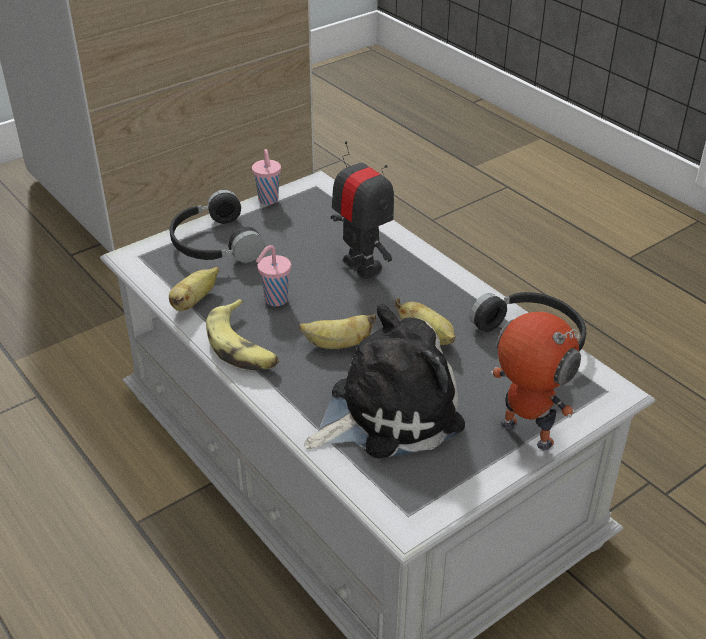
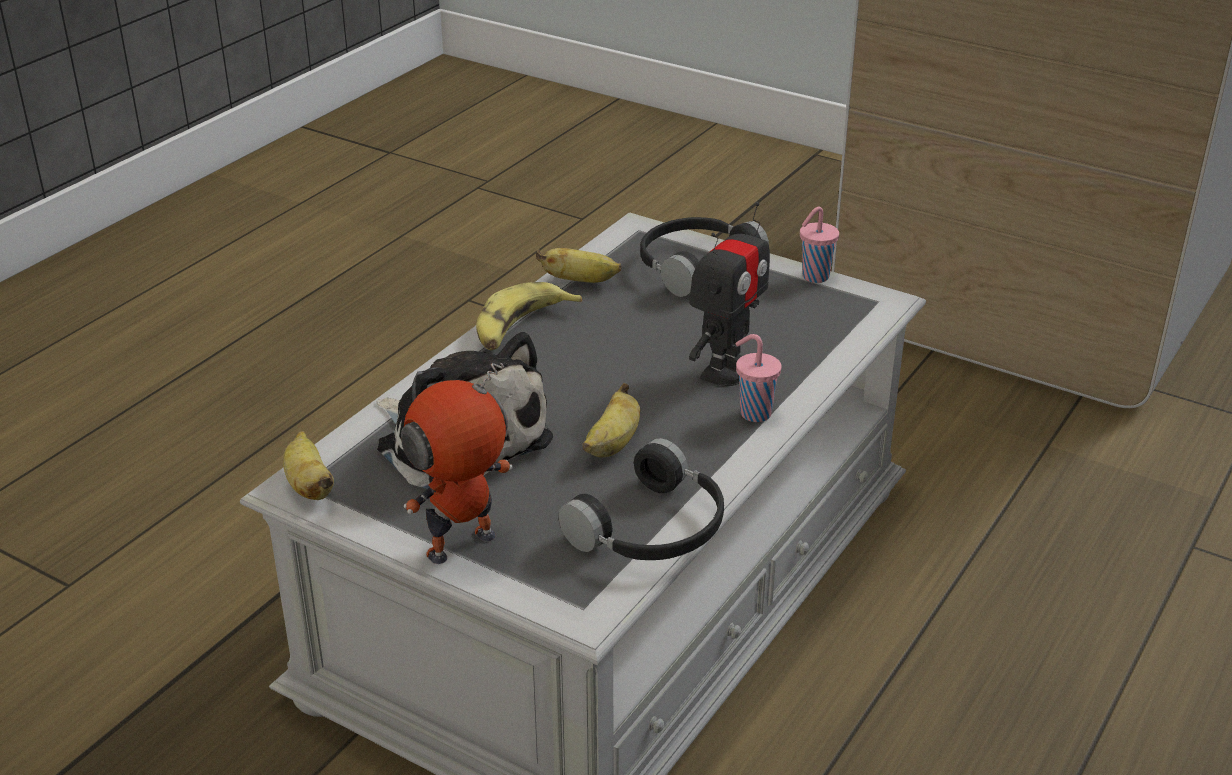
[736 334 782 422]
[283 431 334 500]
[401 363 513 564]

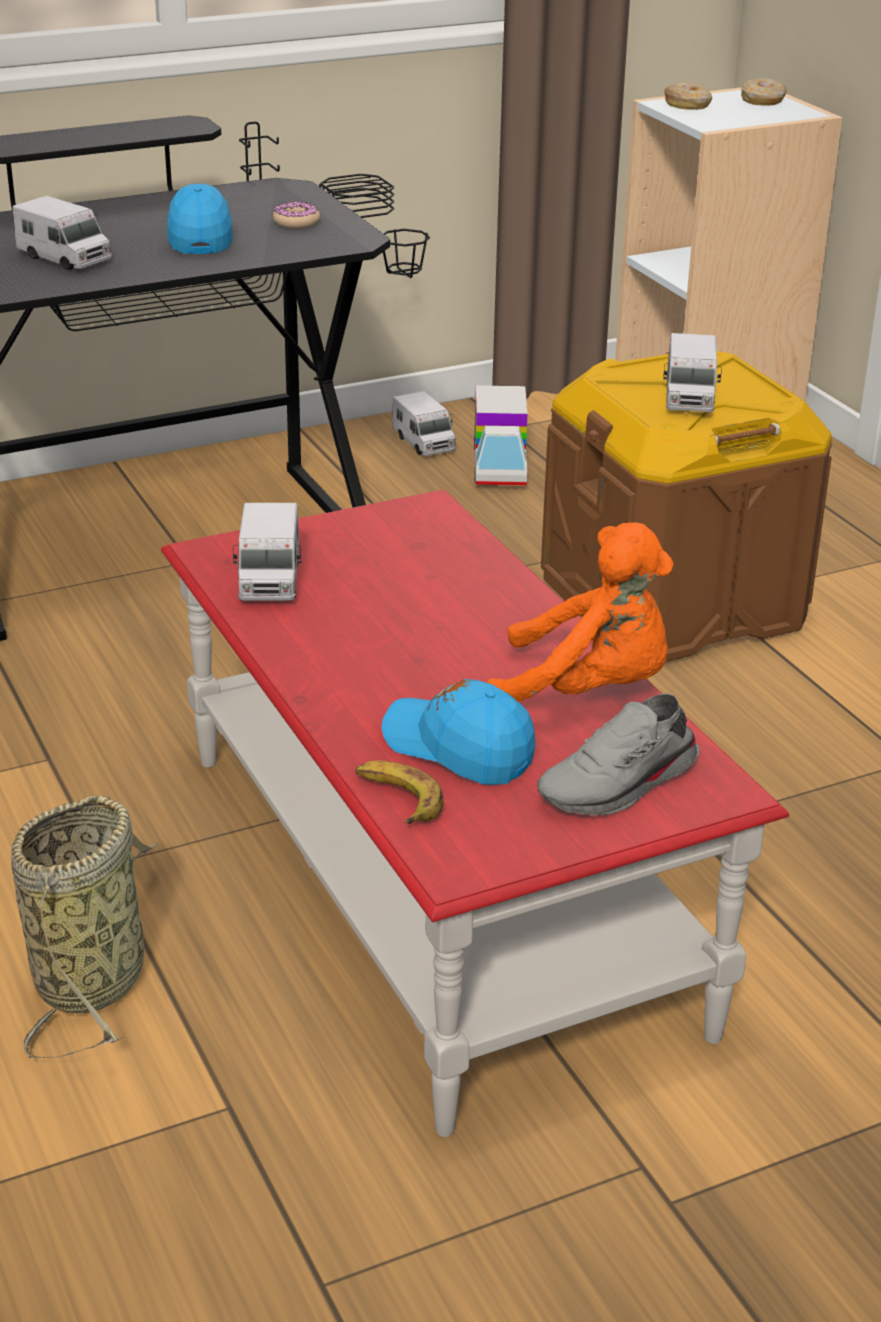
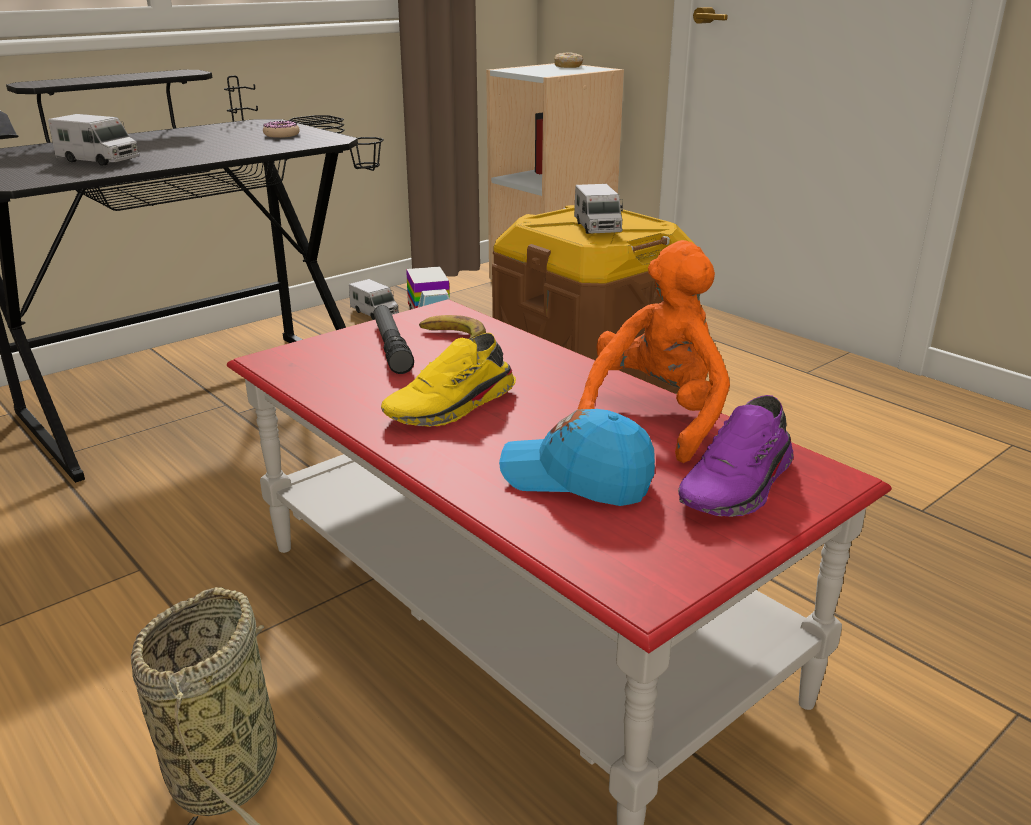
[167 183 233 254] (first image)
[233 503 301 601] (first image)
[419 315 486 339]
[577 240 730 463]
[678 395 793 516]
[664 83 712 110] (first image)
[373 305 414 374]
[381 333 516 427]

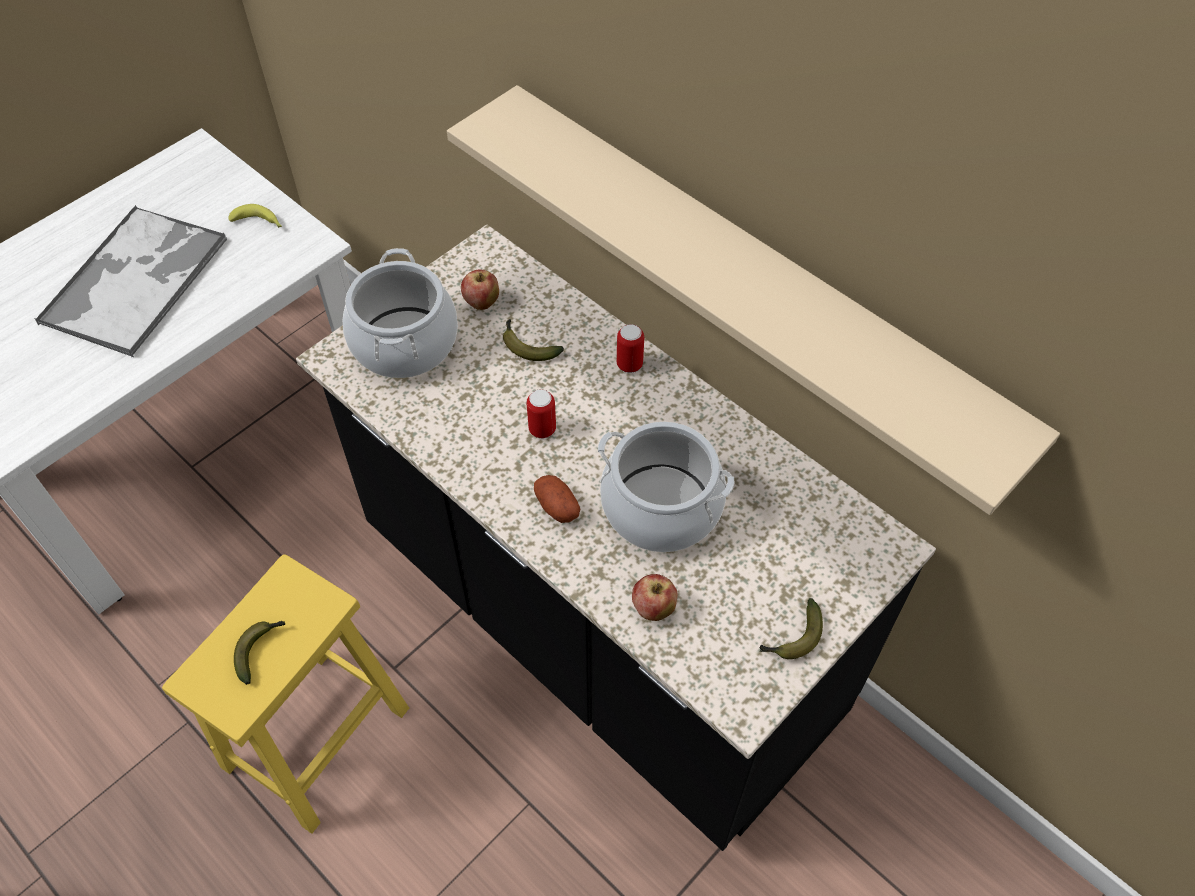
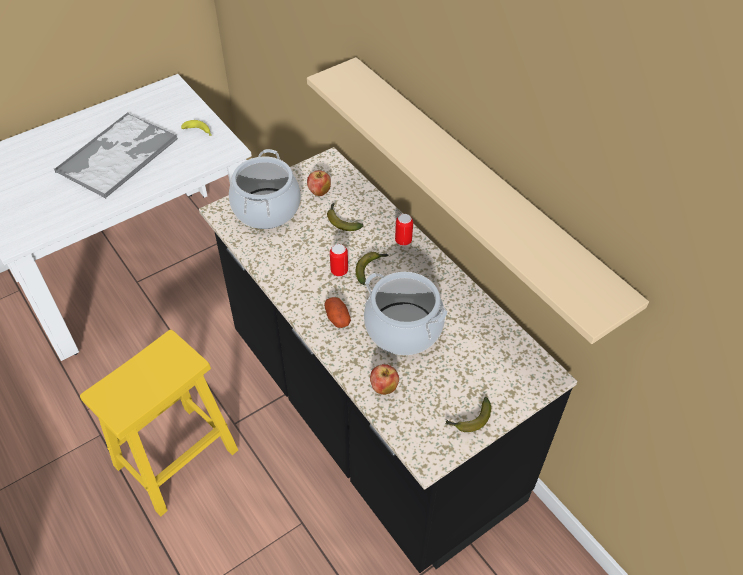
[356 252 389 285]

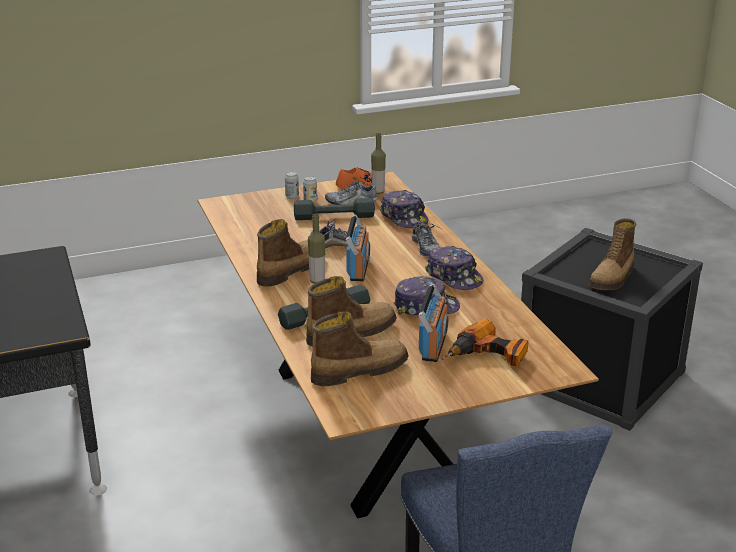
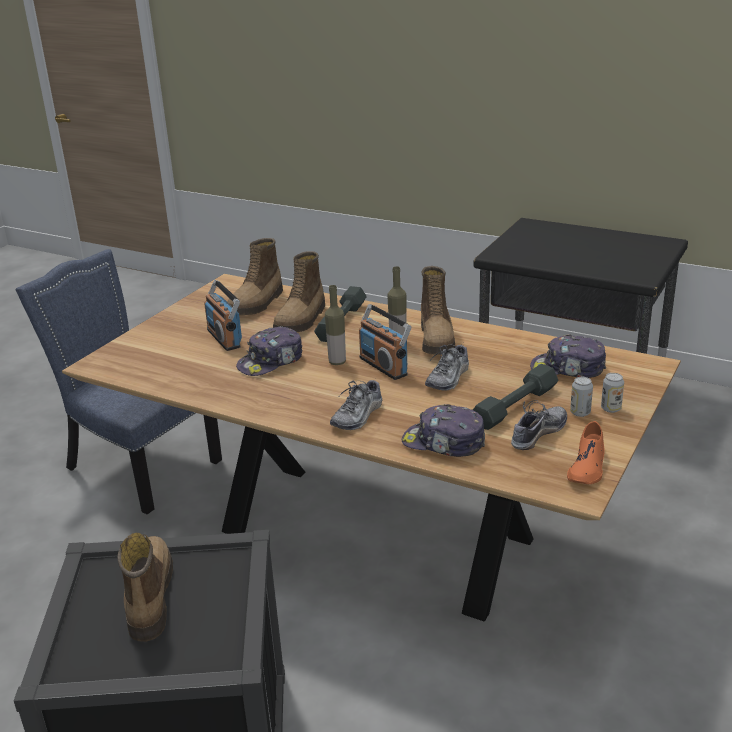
[325 285 346 365]
[330 379 382 430]
[530 334 606 378]
[442 319 528 367] (first image)

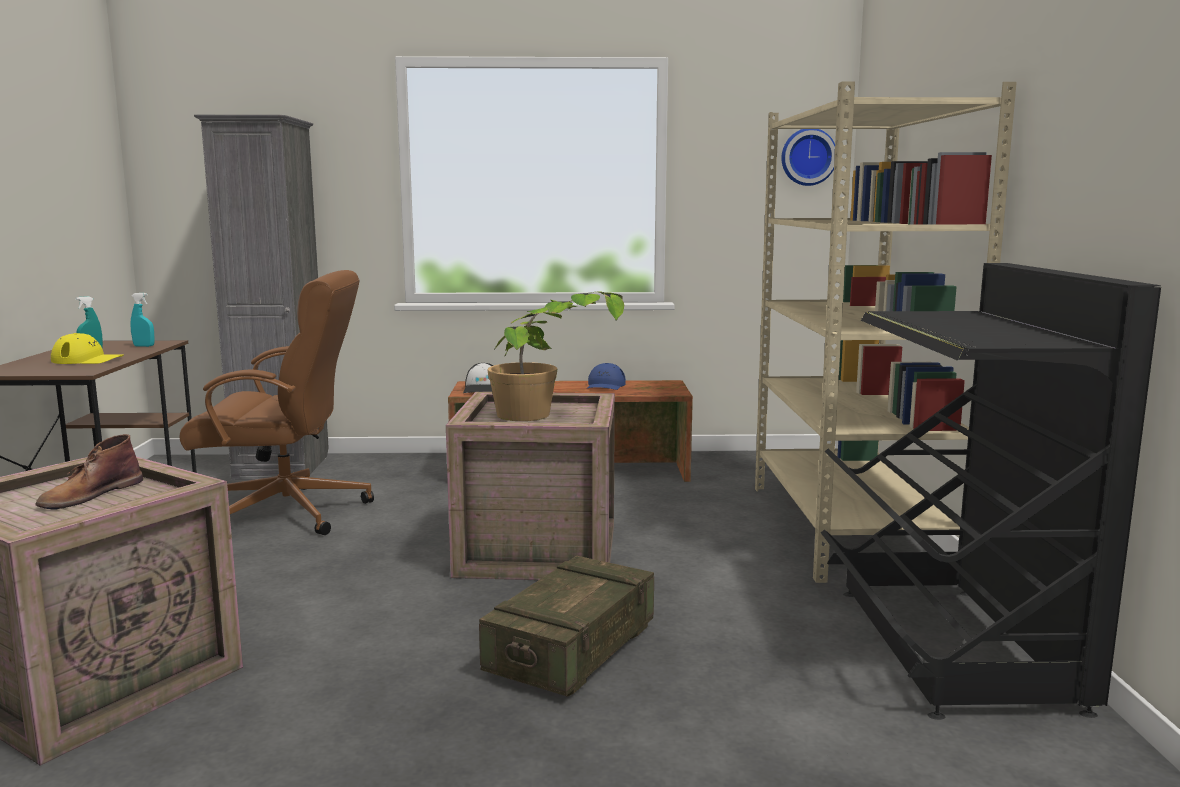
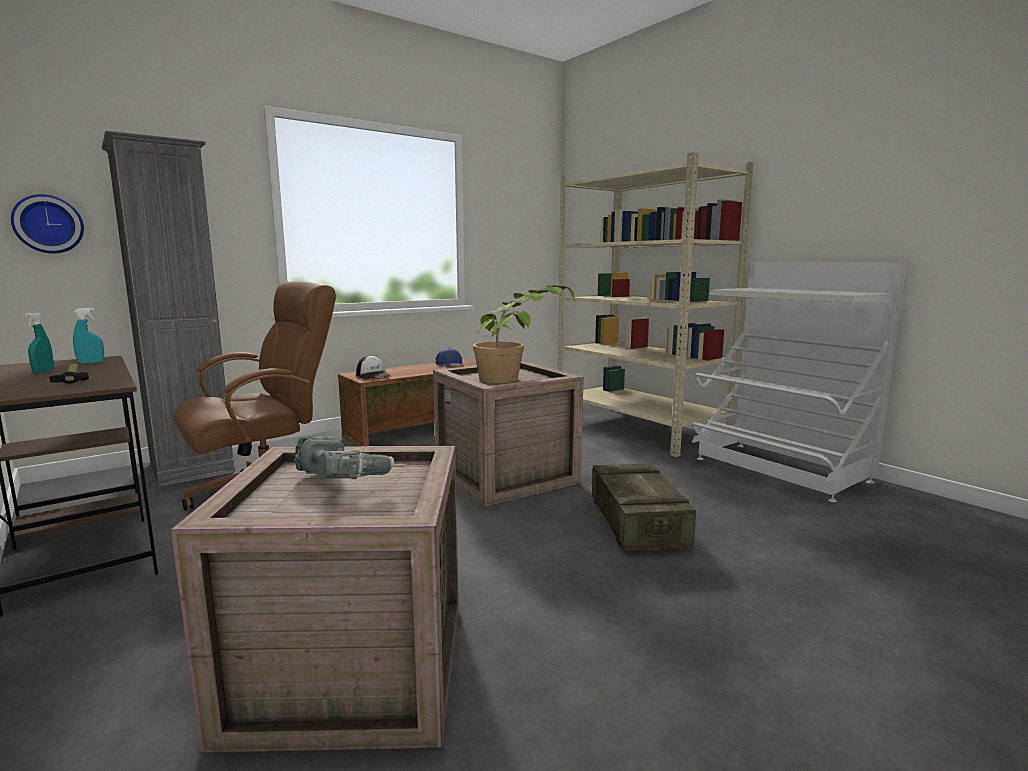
[294 435 407 479]
[49 364 89 384]
[11 194 84 253]
[691 261 907 502]

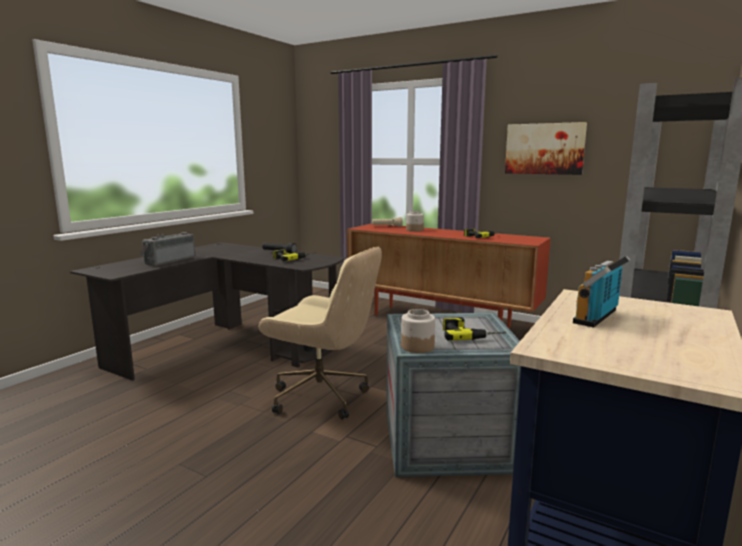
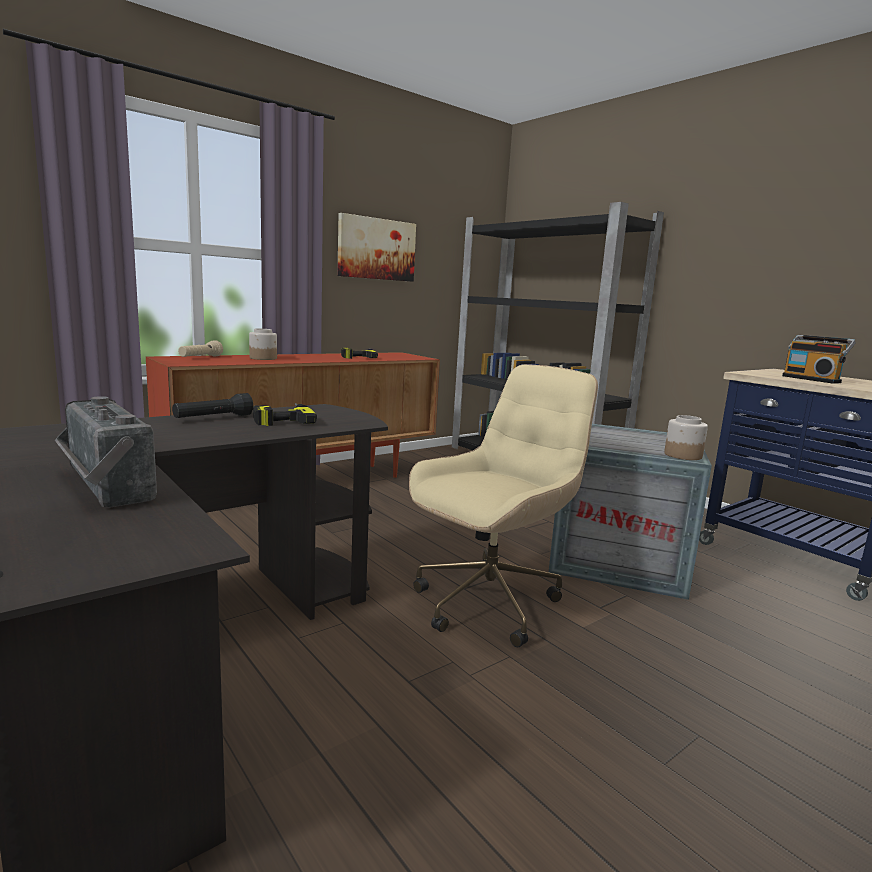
[443 317 506 341] (first image)

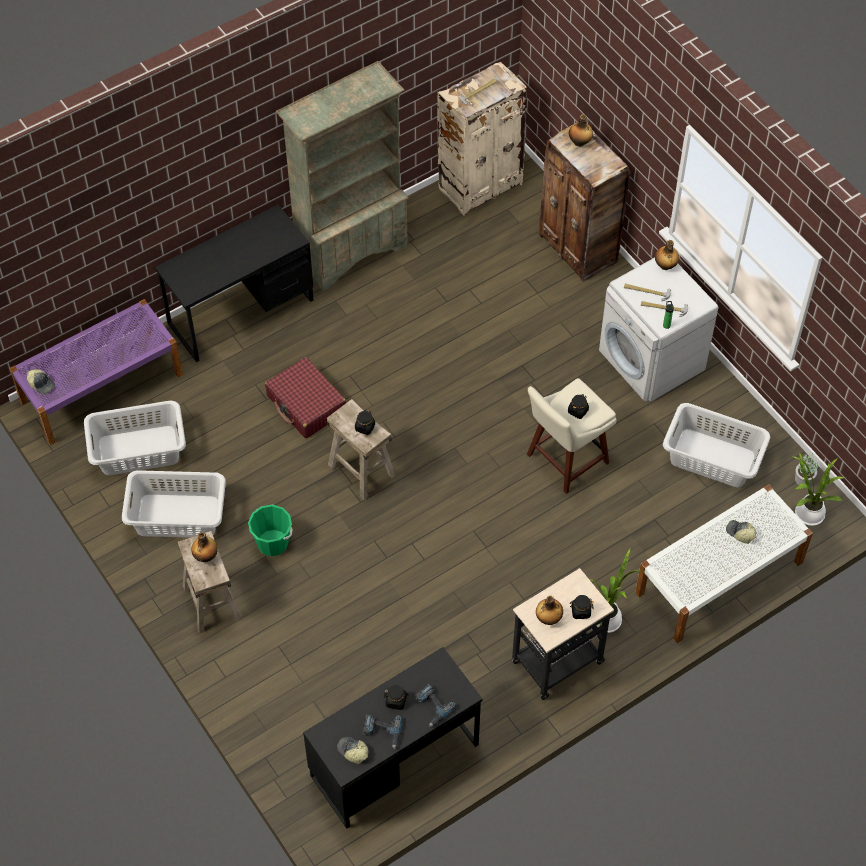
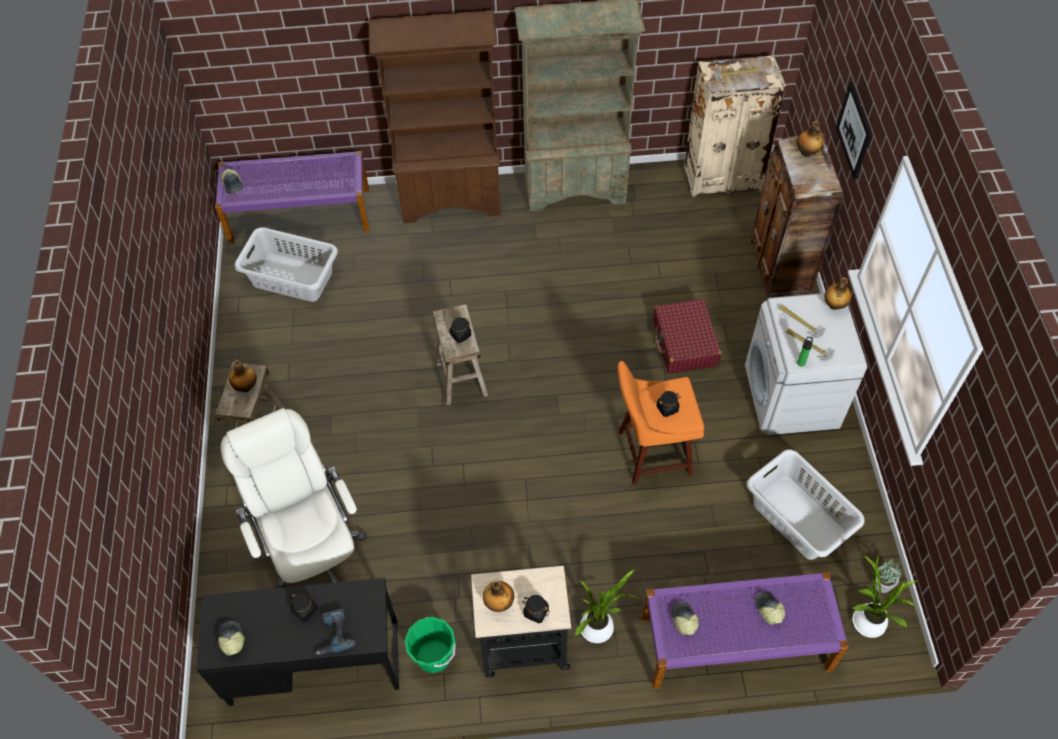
[122 470 226 538] (first image)
[369 10 501 223]
[405 617 456 673]
[653 299 721 373]
[363 715 403 749] (first image)
[618 361 704 485]
[642 572 849 689]
[221 408 367 588]
[671 602 699 635]
[836 82 872 180]

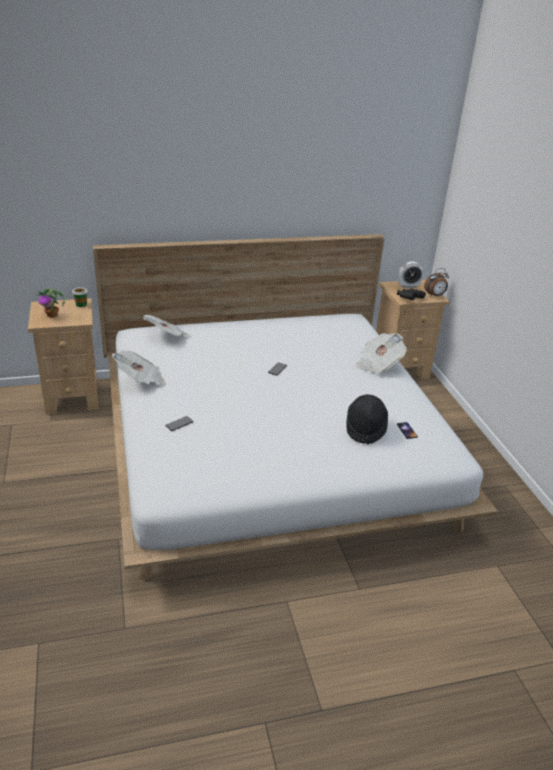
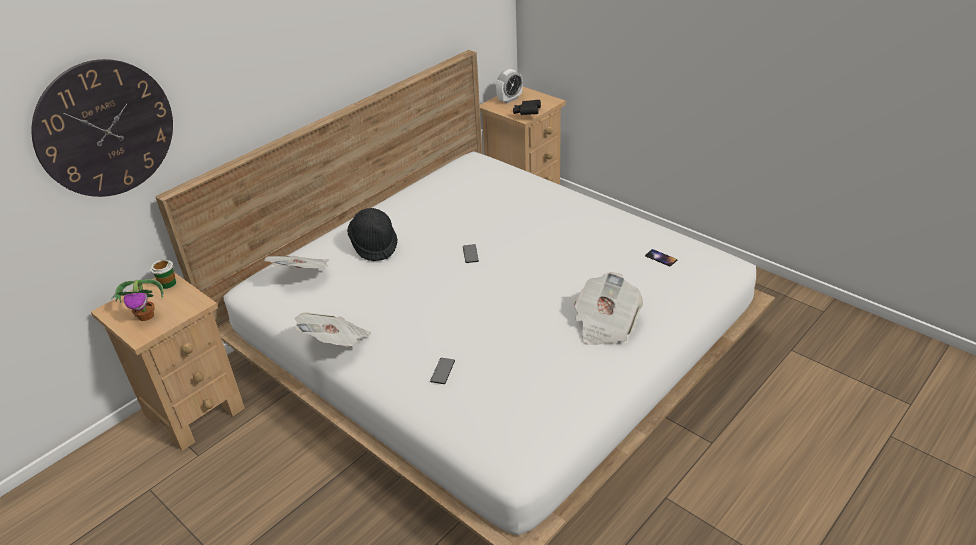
[347 208 398 261]
[574 272 643 345]
[424 268 449 297] (first image)
[32 59 173 197]

